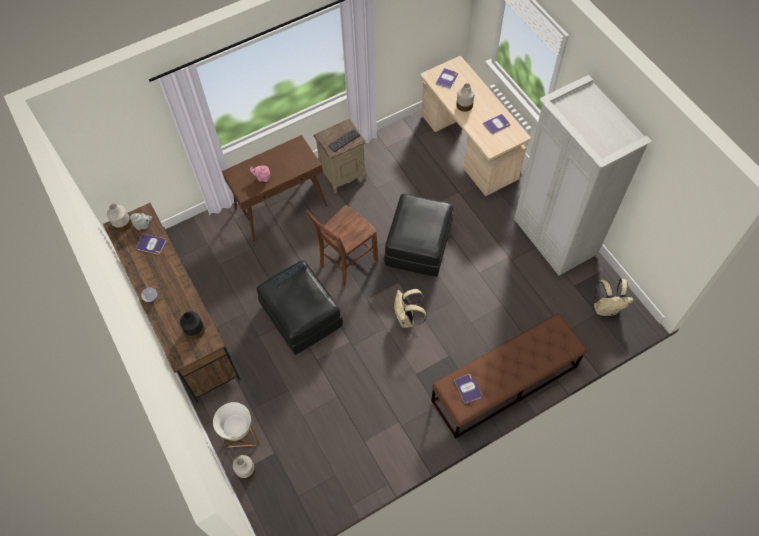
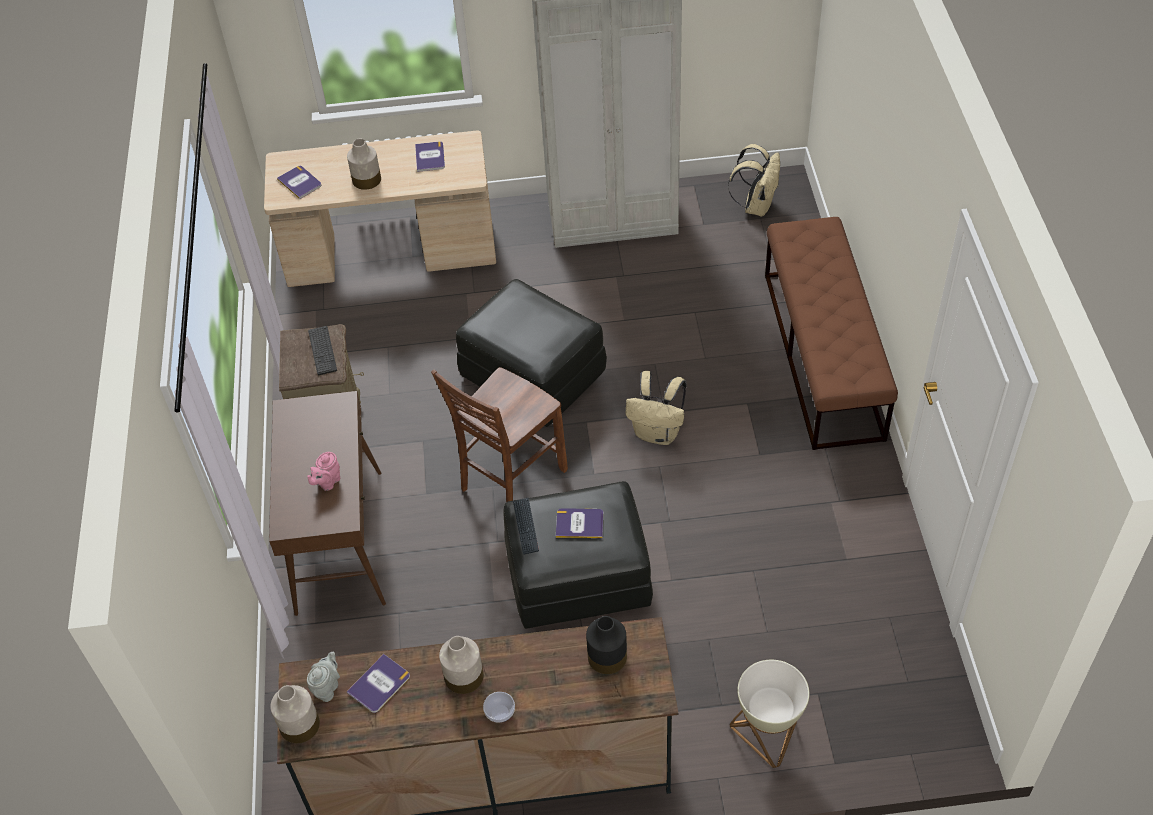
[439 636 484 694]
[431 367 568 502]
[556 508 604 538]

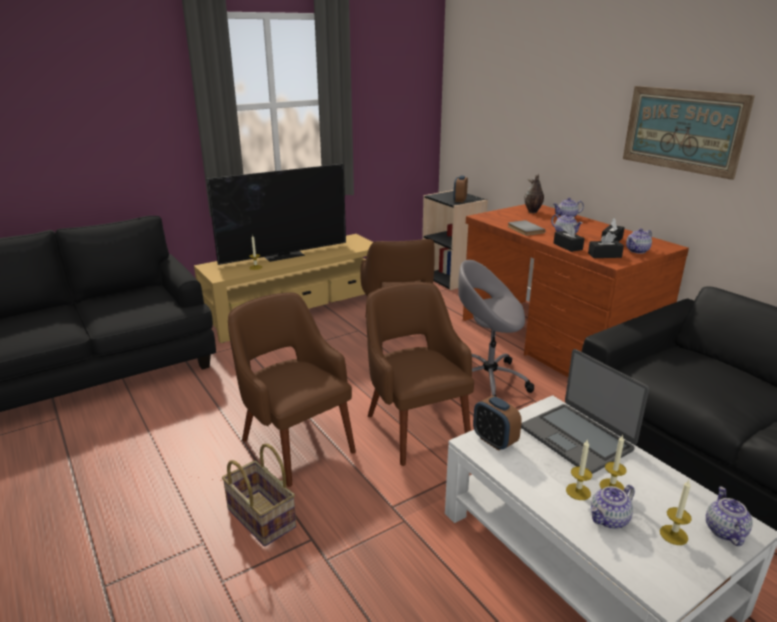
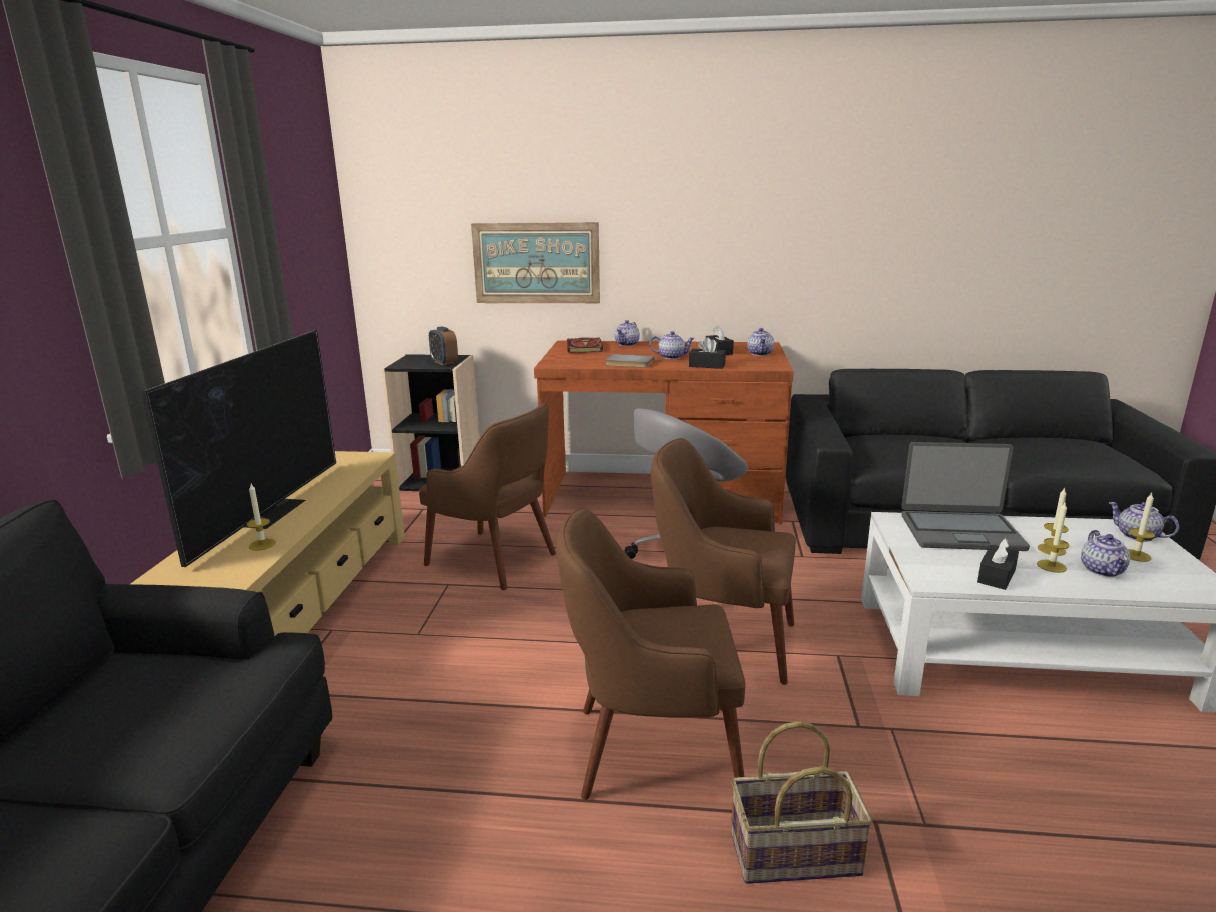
[473 396 522 451] (first image)
[567 337 603 353]
[977 538 1019 590]
[471 222 600 303]

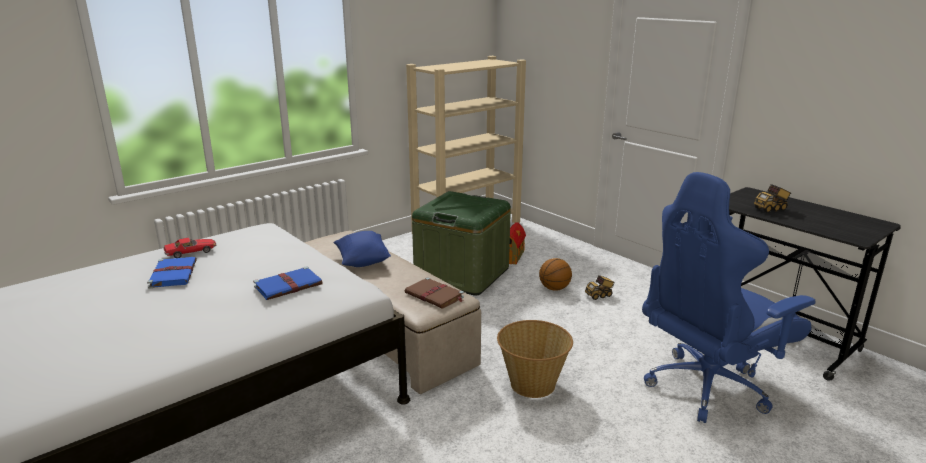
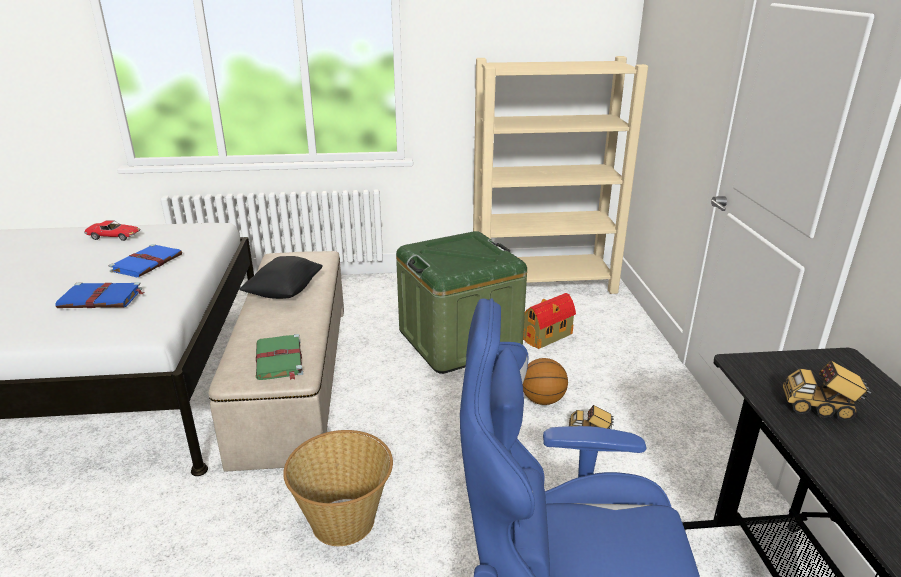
[108 244 182 277]
[239 256 323 299]
[256 334 303 380]

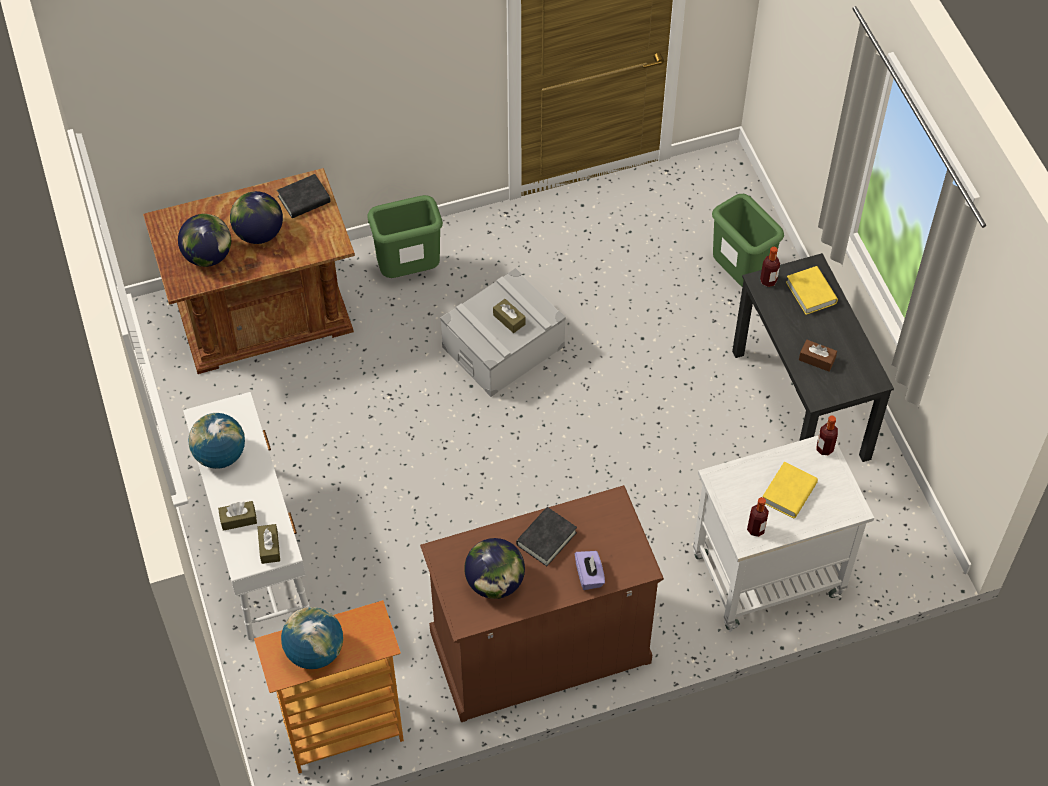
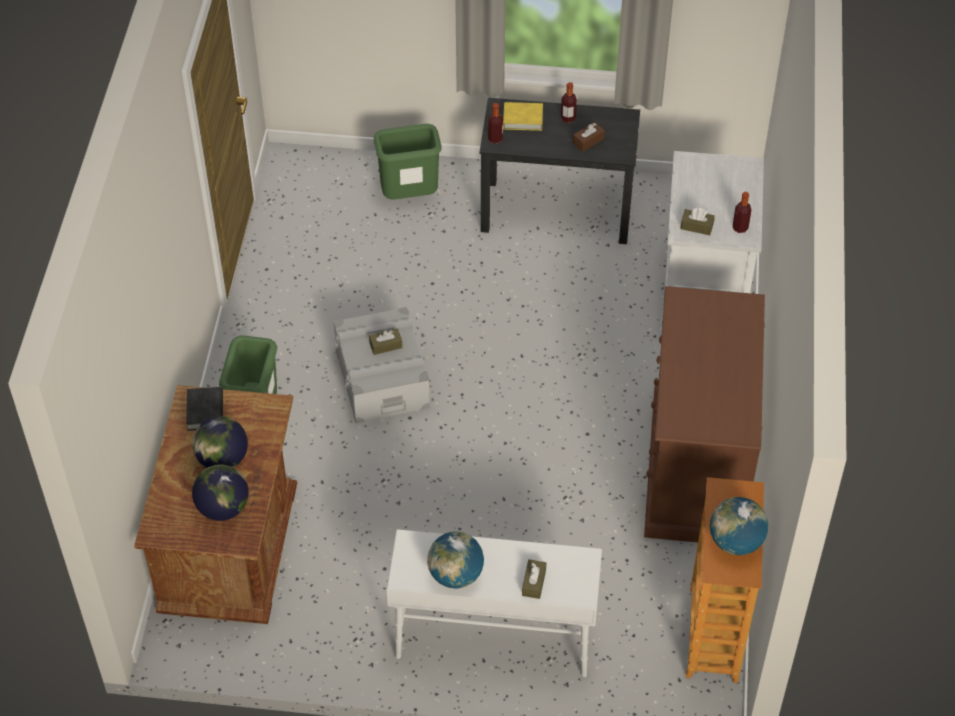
[680 208 715 235]
[464 538 525 599] (first image)
[516 507 577 566] (first image)
[575 551 605 590] (first image)
[762 461 818 518] (first image)
[561 82 577 123]

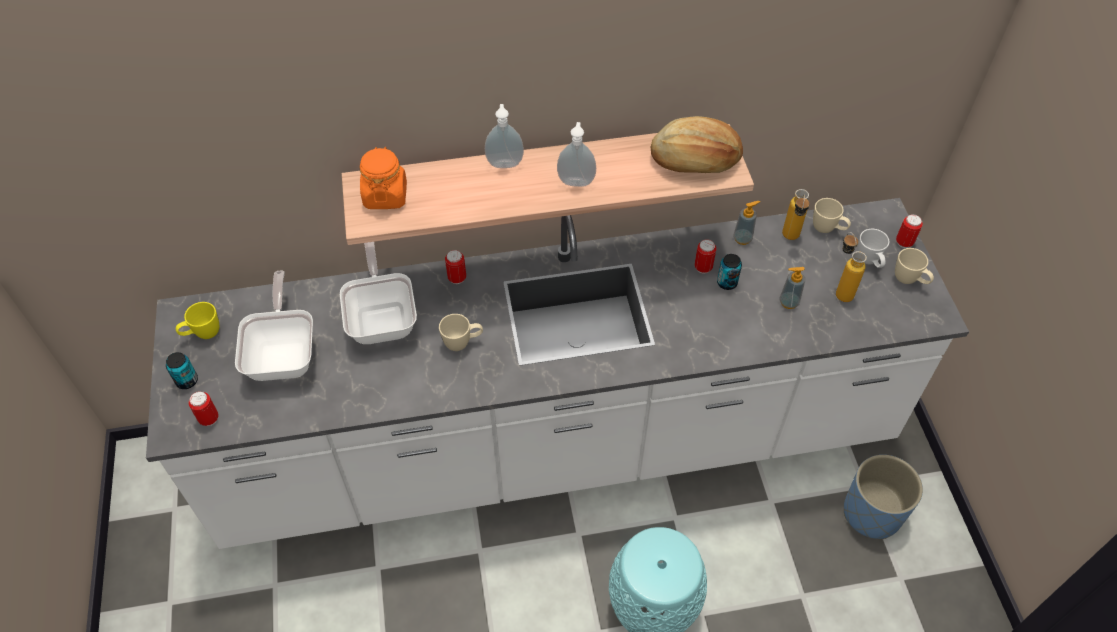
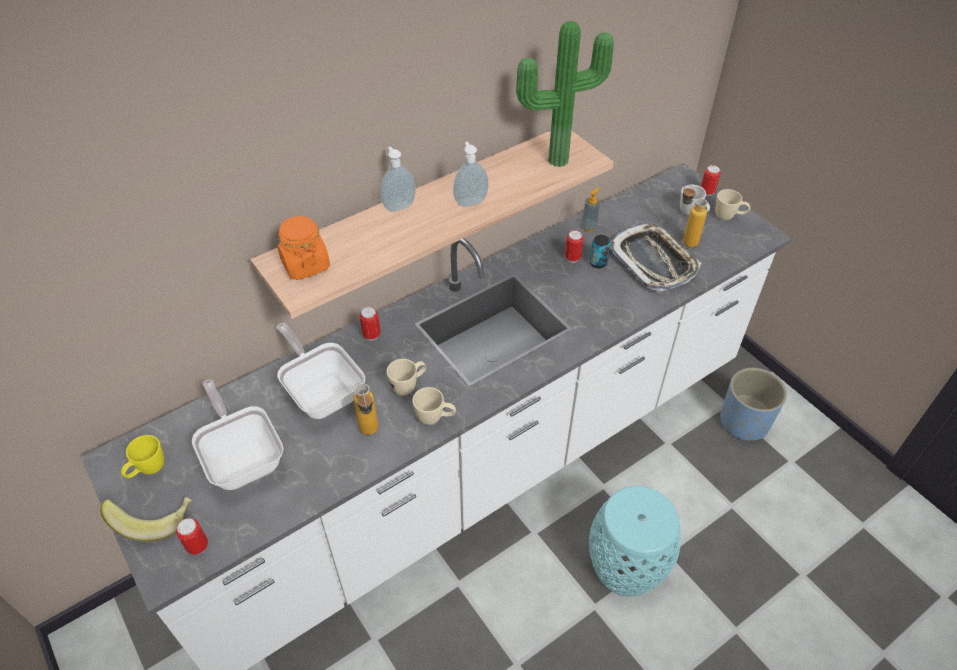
[100 497 192 542]
[516 21 614 167]
[610 223 702 291]
[354 383 378 435]
[412 387 456 425]

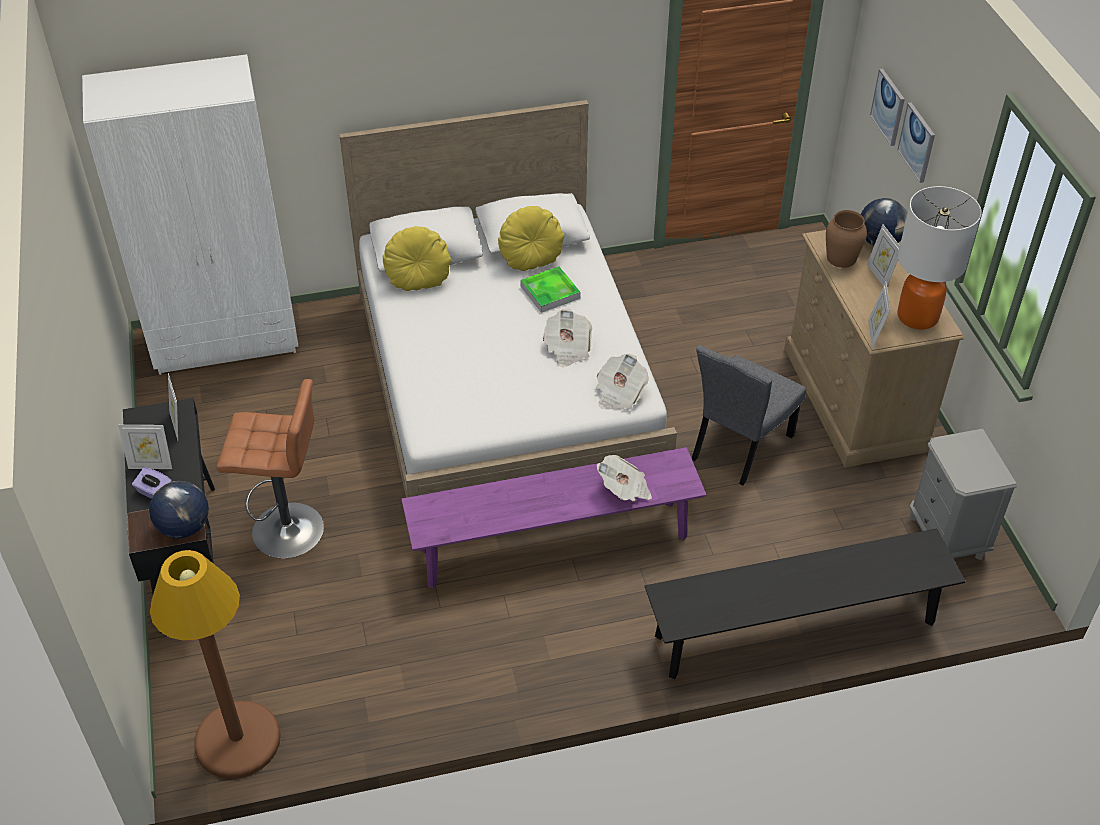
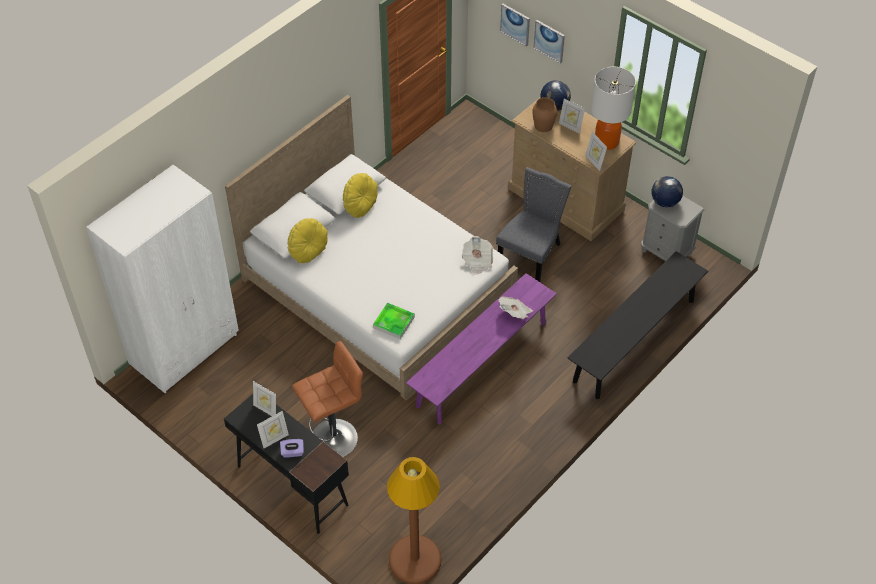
[652 176 683 207]
[373 303 415 339]
[543 309 592 367] (first image)
[496 167 572 282]

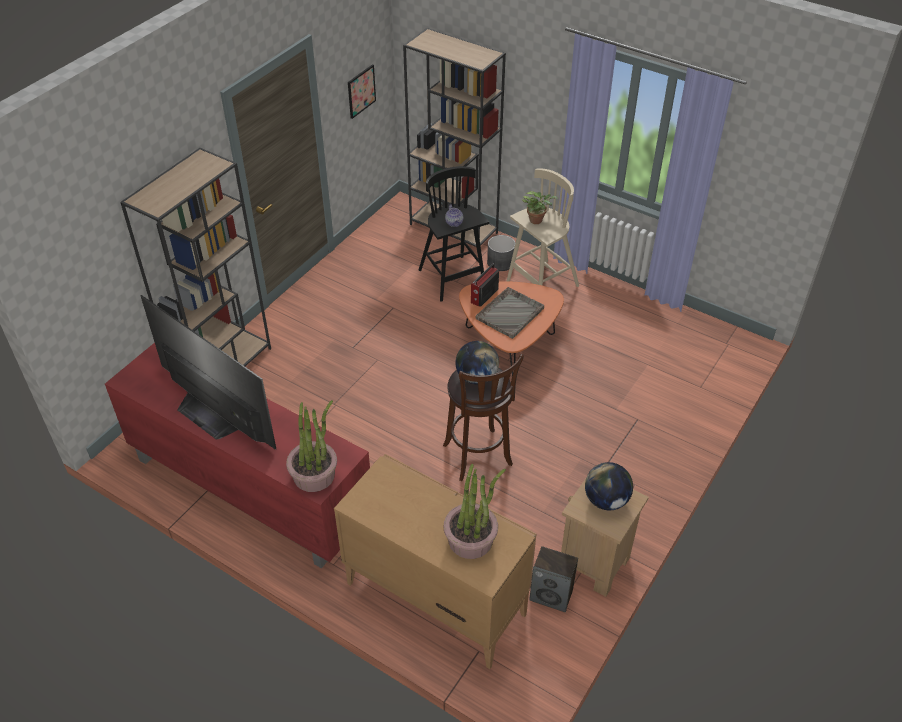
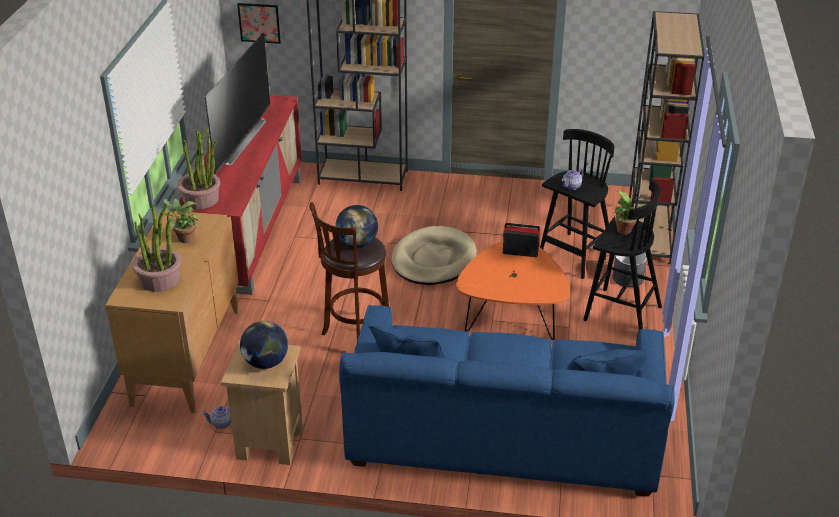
[237 3 281 44]
[476 287 544 339] (first image)
[583 180 662 329]
[202 406 231 429]
[163 199 198 243]
[339 305 675 497]
[392 226 477 285]

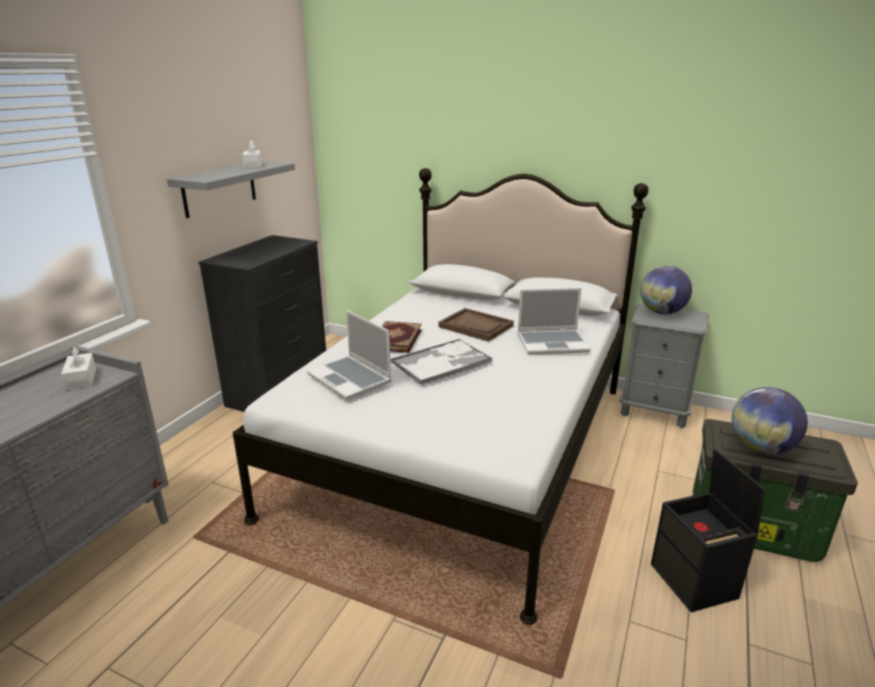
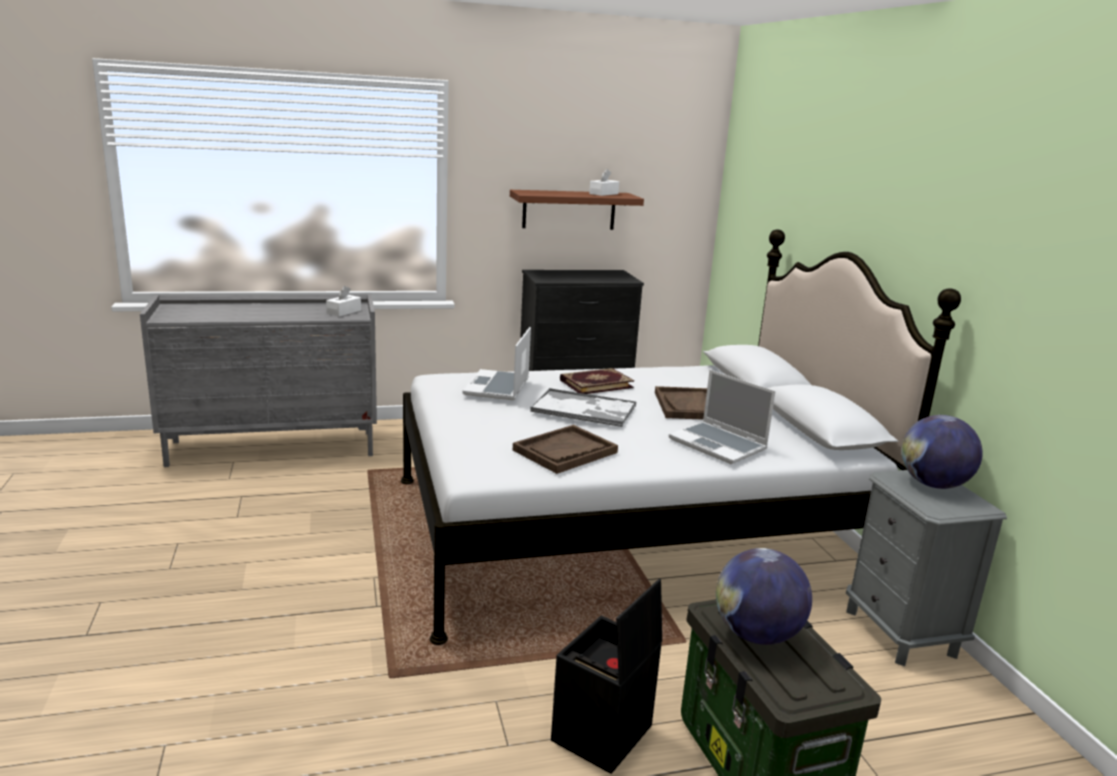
[510 190 644 230]
[513 425 618 474]

